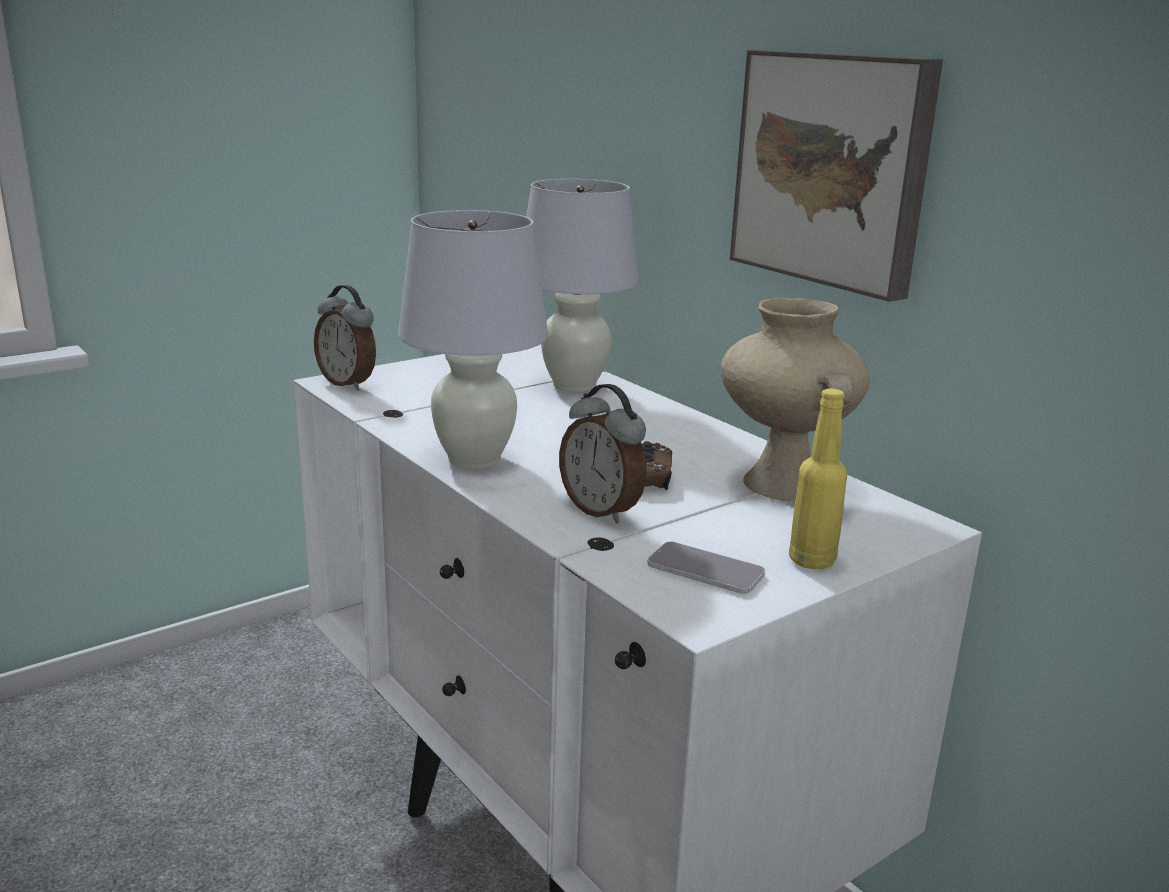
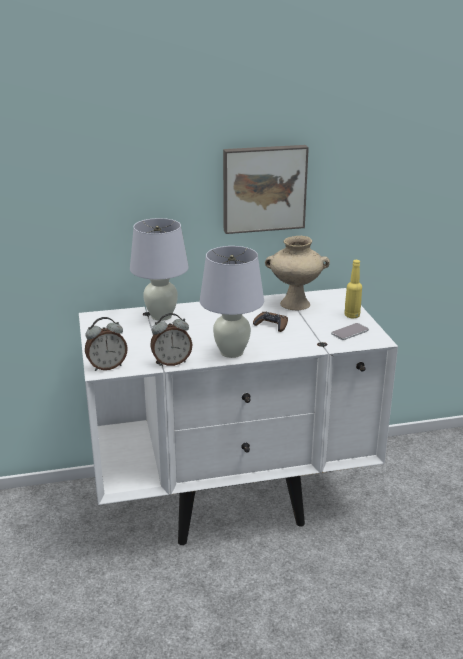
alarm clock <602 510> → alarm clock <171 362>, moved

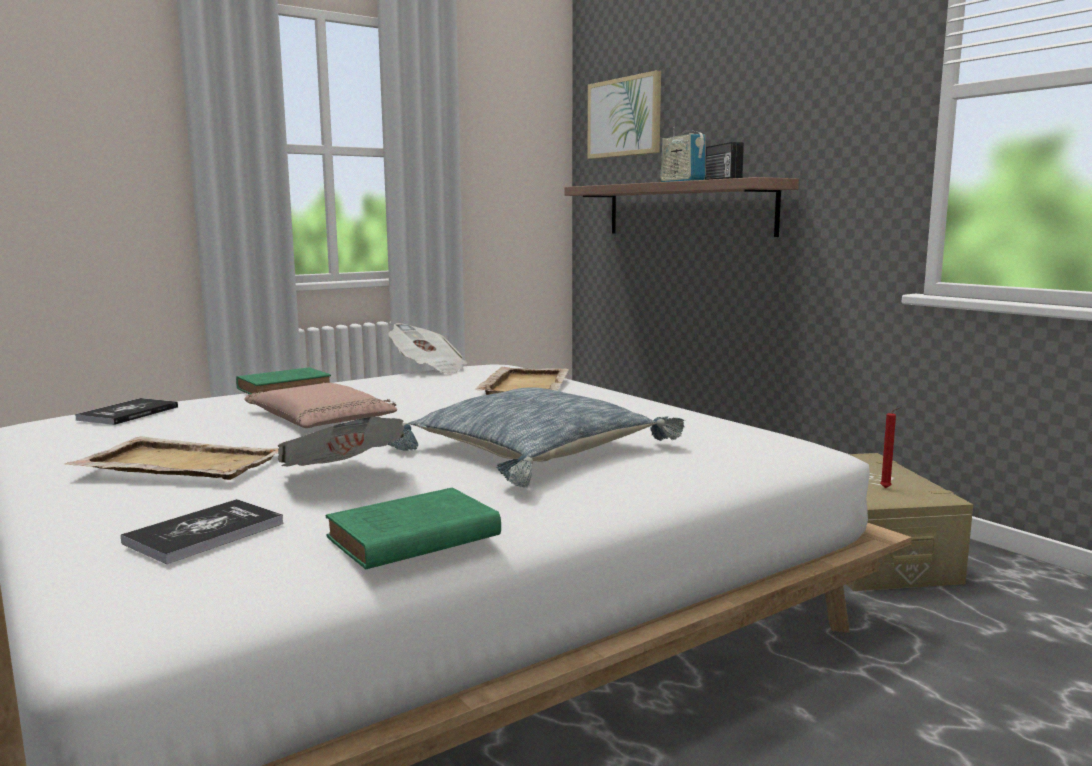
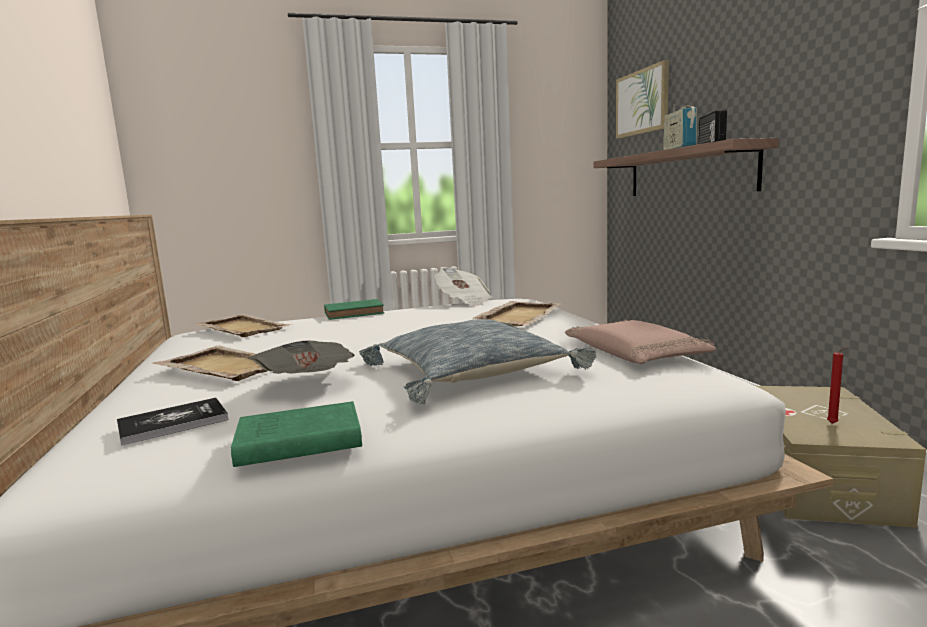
pillow/beige <319 416> → pillow/beige <634 351>, moved
book <128 413> → tray/beige <242 328>

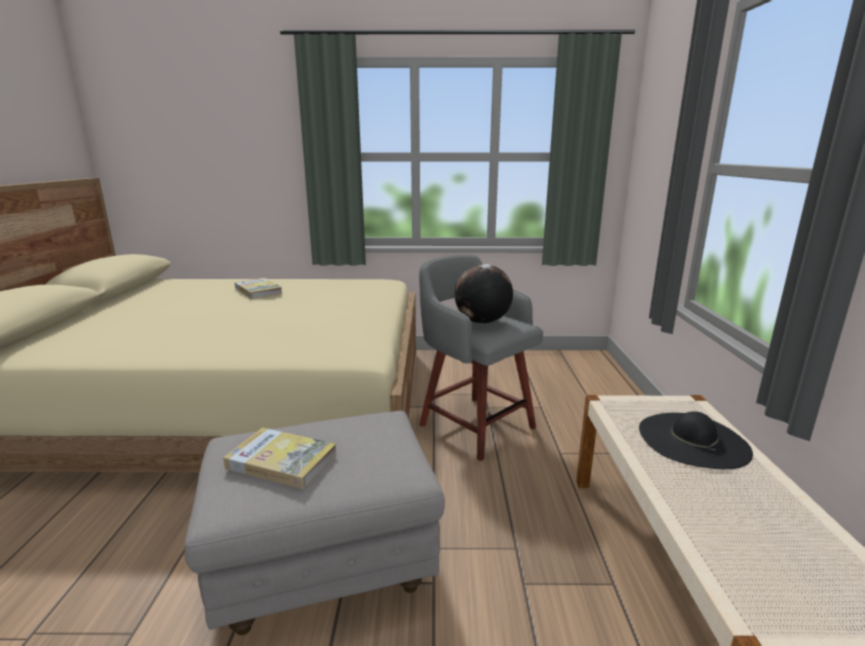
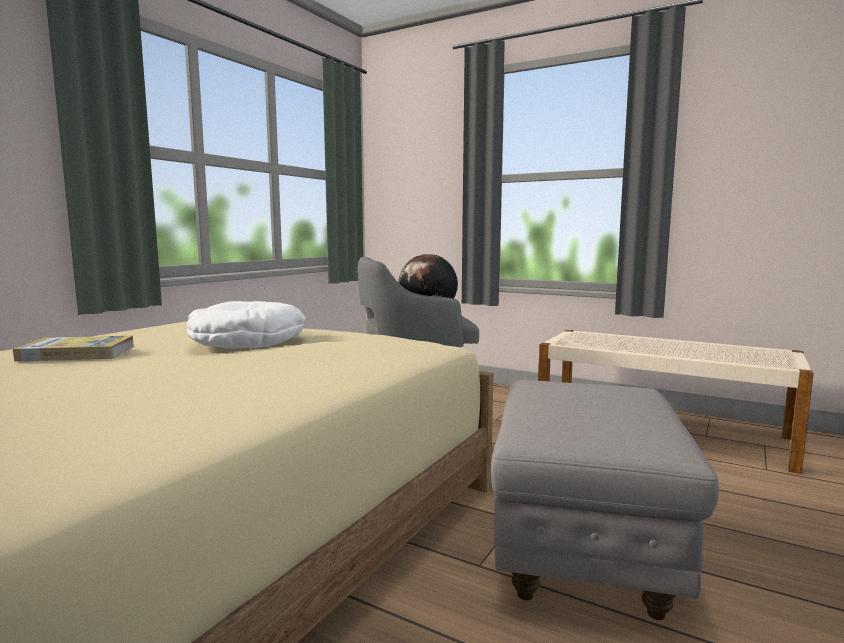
hat/black <692 440> → -
book <281 461> → -
- → pillow/white <245 343>

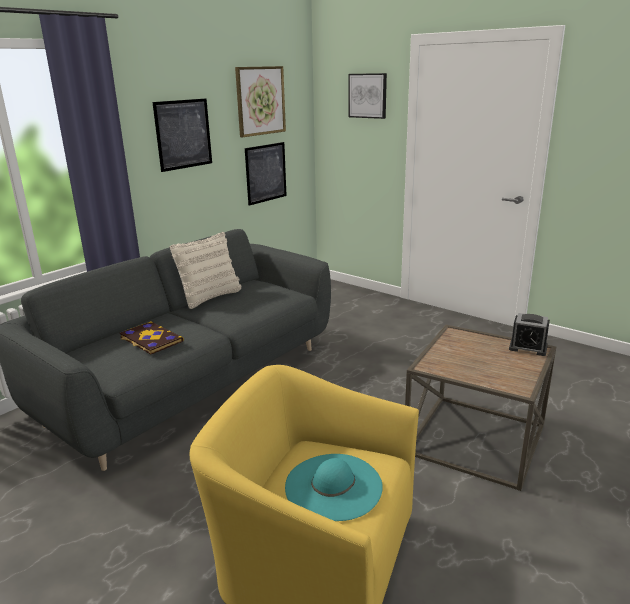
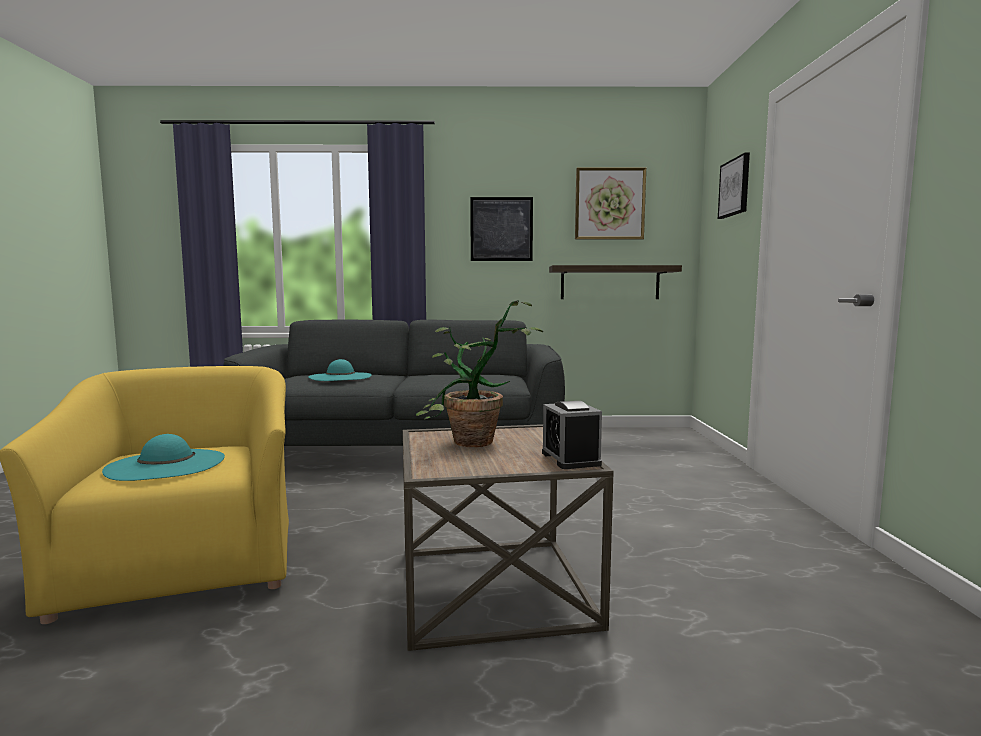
picture <266 173> → shelf <610 282>
pillow/beige <210 297> → -
book <150 340> → hat/turquoise <340 377>
- → potted plant <473 445>

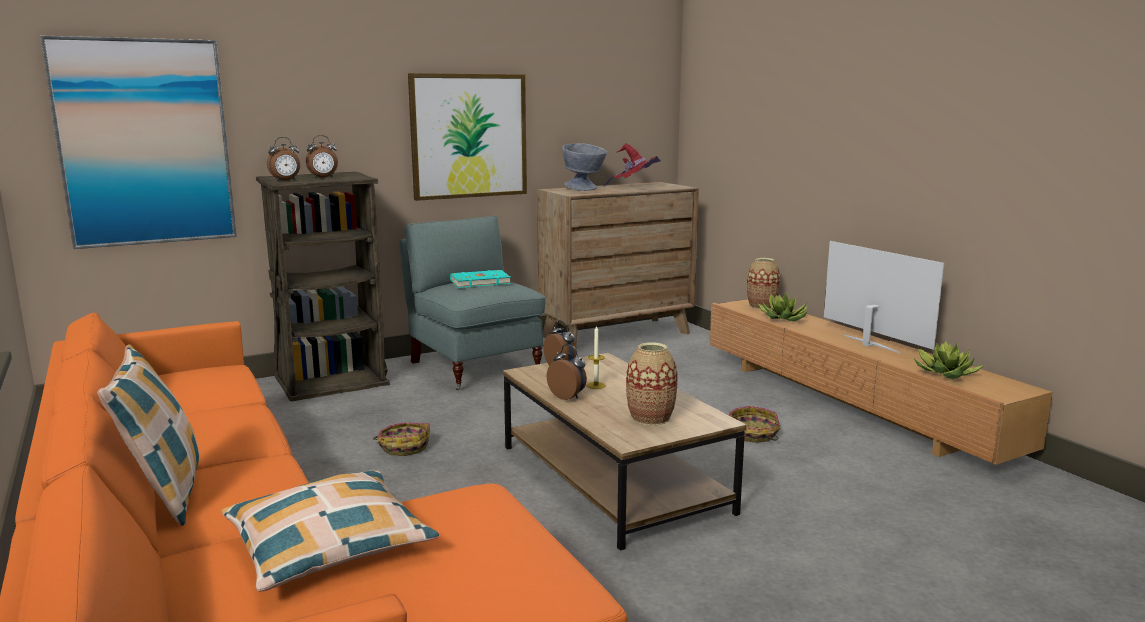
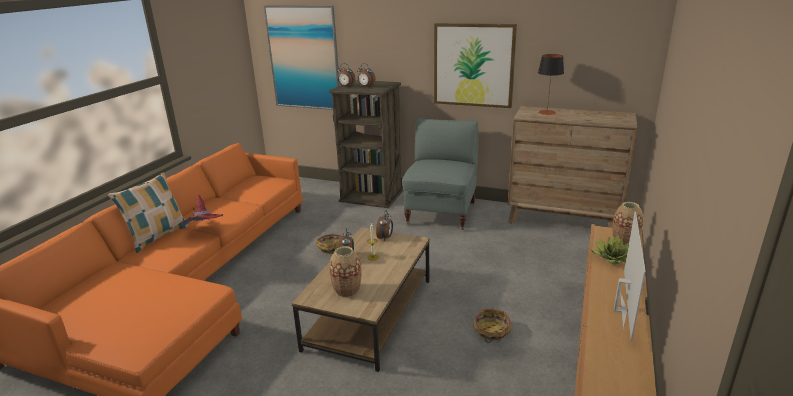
bowl/grey <584 189> → table lamp <547 112>
hat/red <634 187> → hat/red <205 231>, moved
book/turquoise <479 281> → -
potted plant <945 374> → -
pillow <328 544> → -

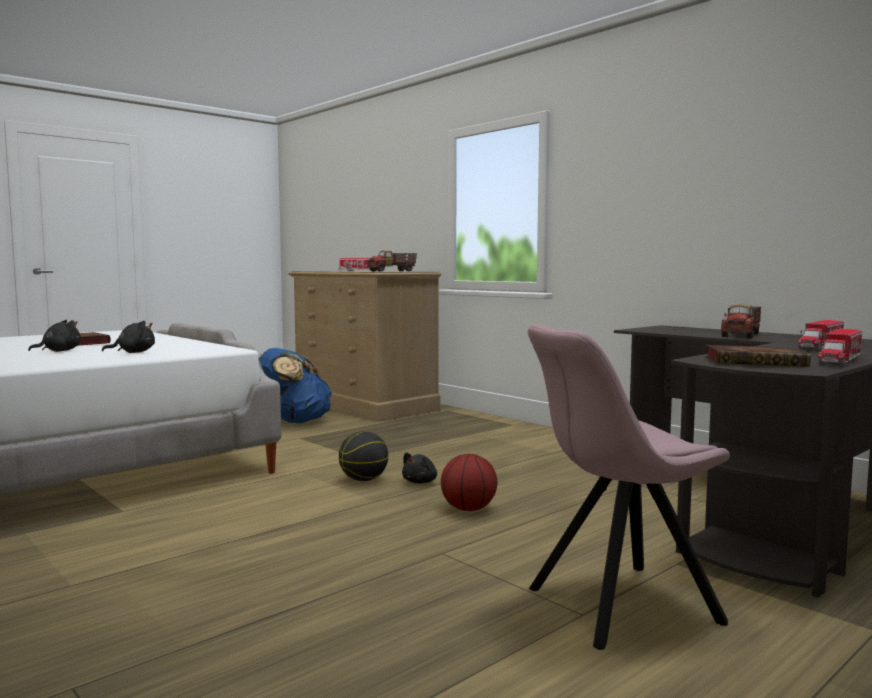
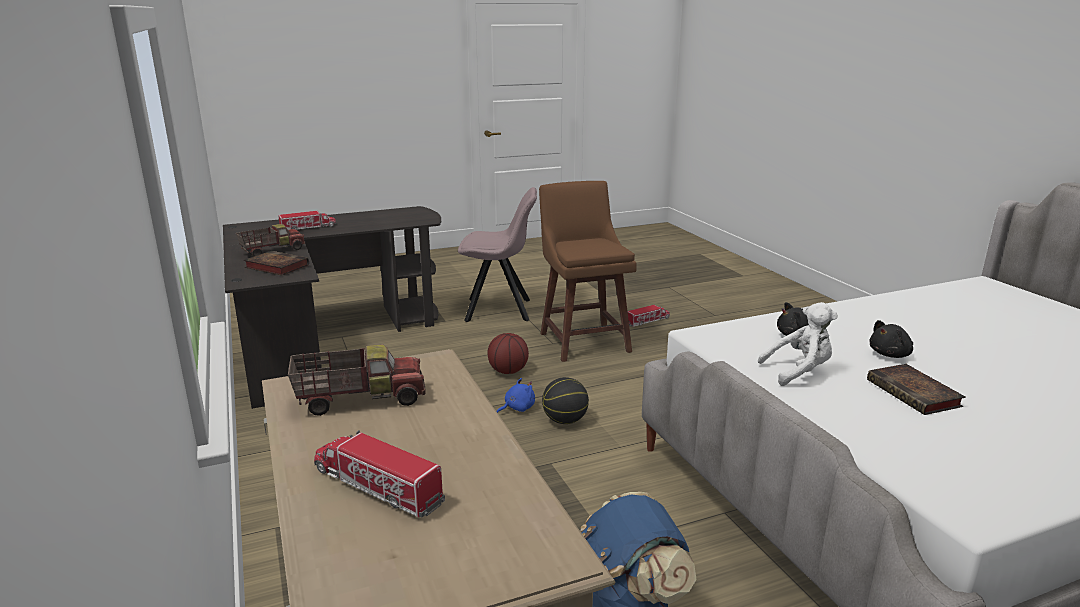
toy truck <839 360> → toy truck <647 321>, moved
book <757 362> → book <275 266>, moved
plush toy/black <421 482> → plush toy/blue <517 408>
- → stool/brown <583 340>
- → plush toy/white <799 372>

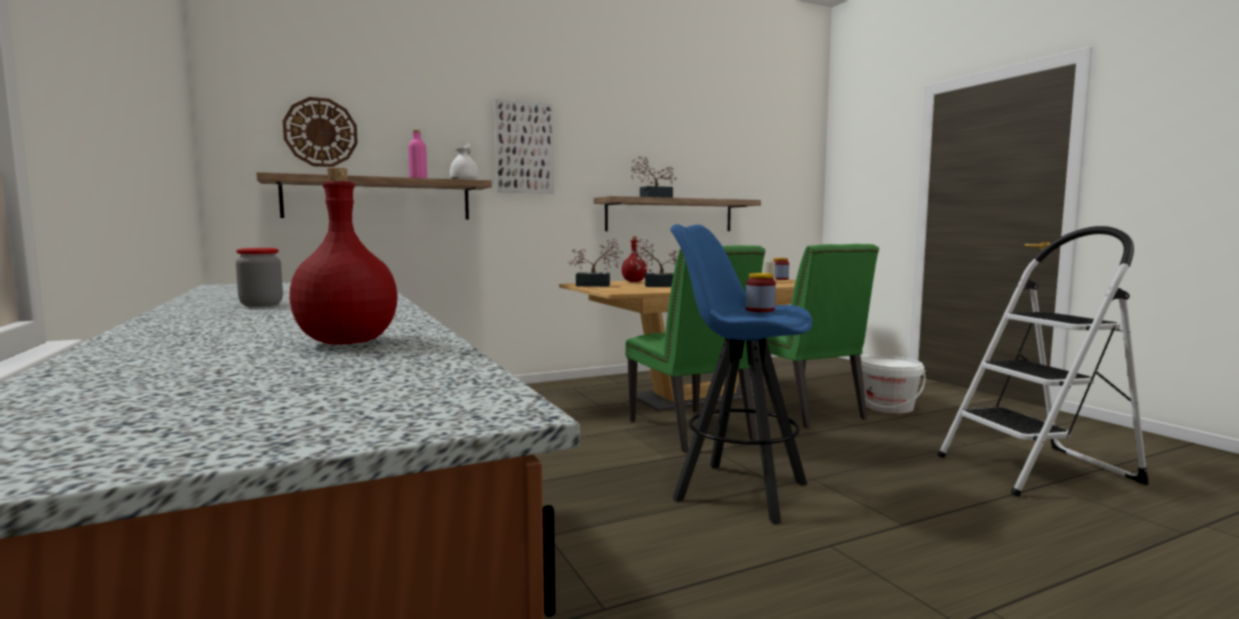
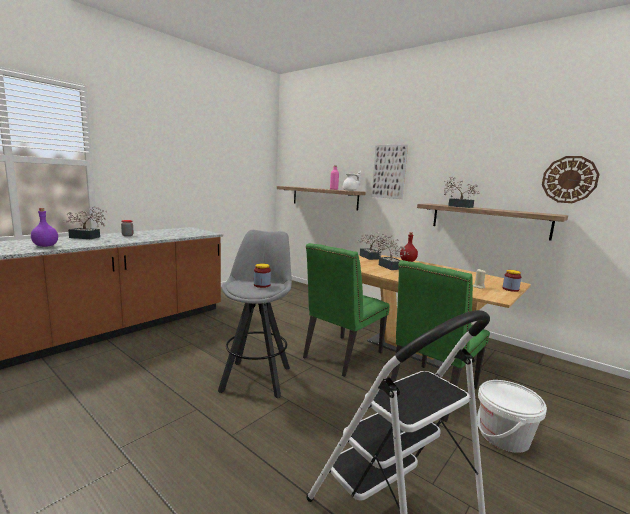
wall clock <321 132> → wall clock <569 179>, moved
bottle/red <345 342> → bottle/purple <45 246>
stool/blue <737 490> → stool/grey <257 377>
- → potted plant <87 237>

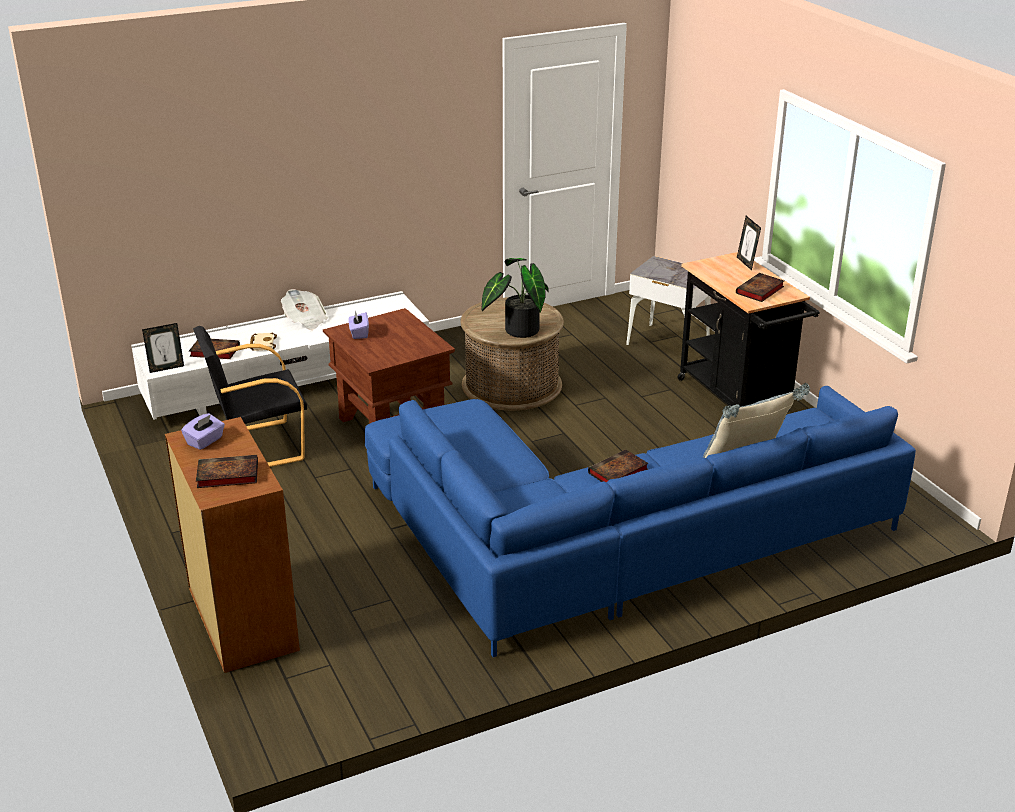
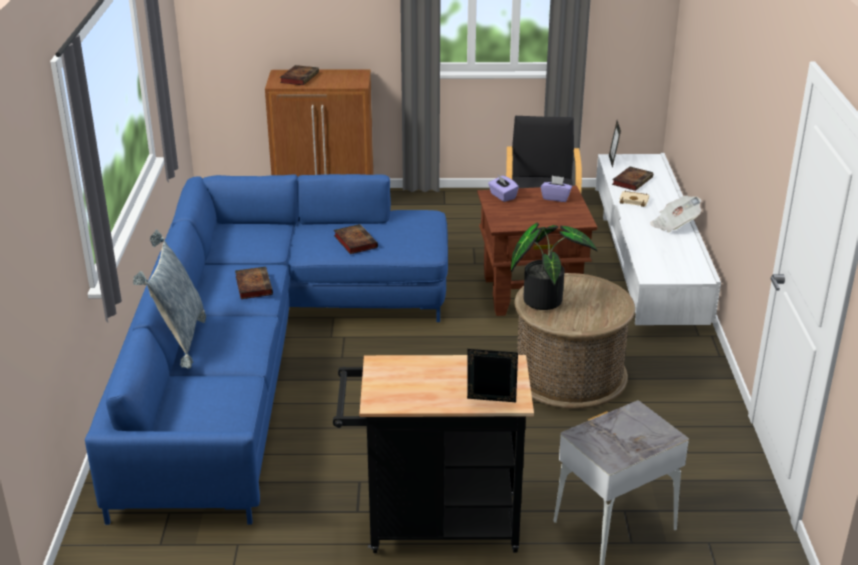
book <759 291> → book <354 241>, moved
tissue box/purple <205 441> → tissue box/purple <502 196>, moved

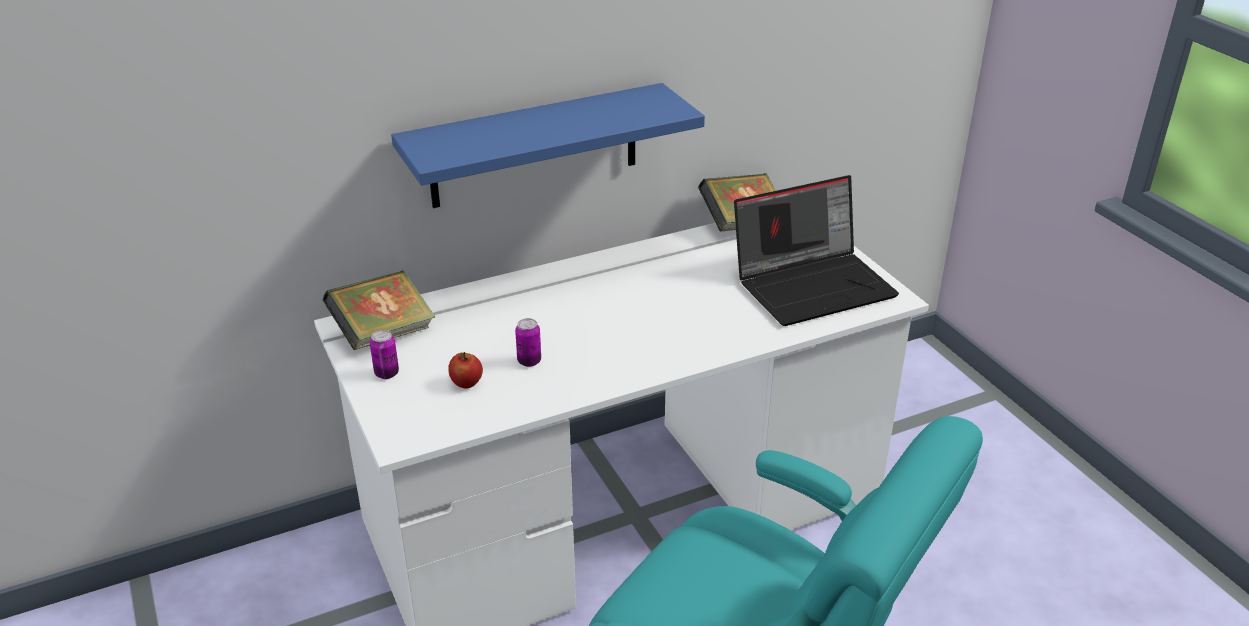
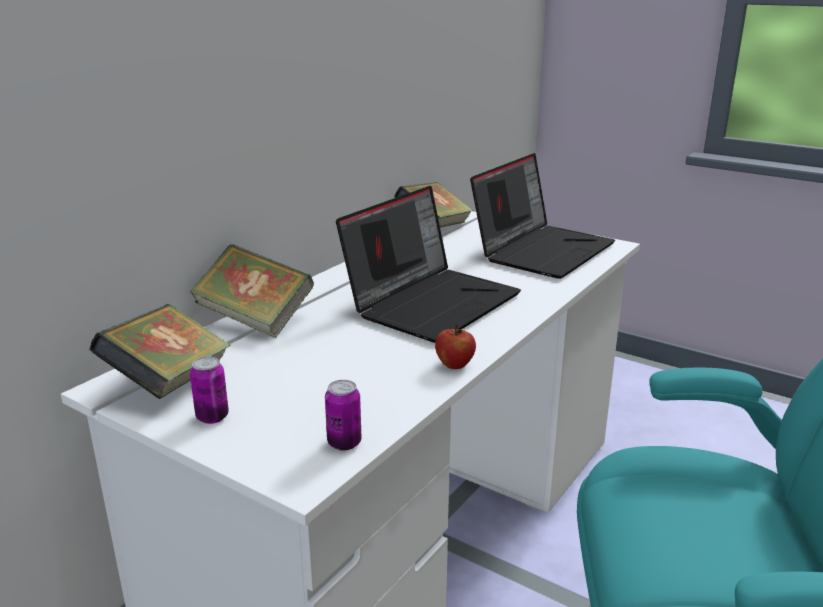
shelf/blue <534 146> → -
can <529 361> → can <344 443>, moved
apple <466 384> → apple <455 365>, moved
- → laptop <432 302>
- → book <255 319>

